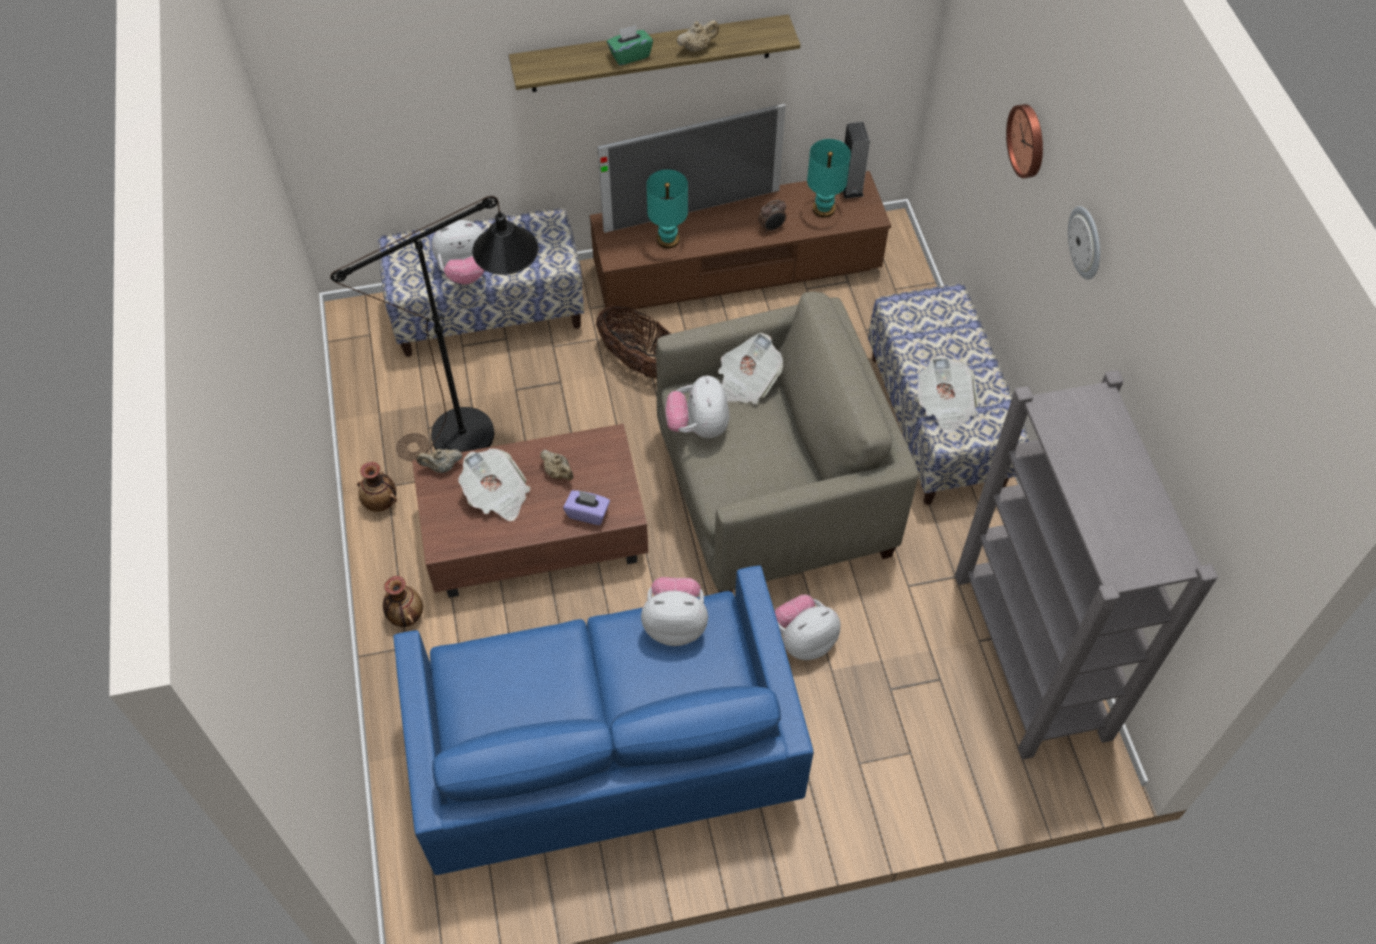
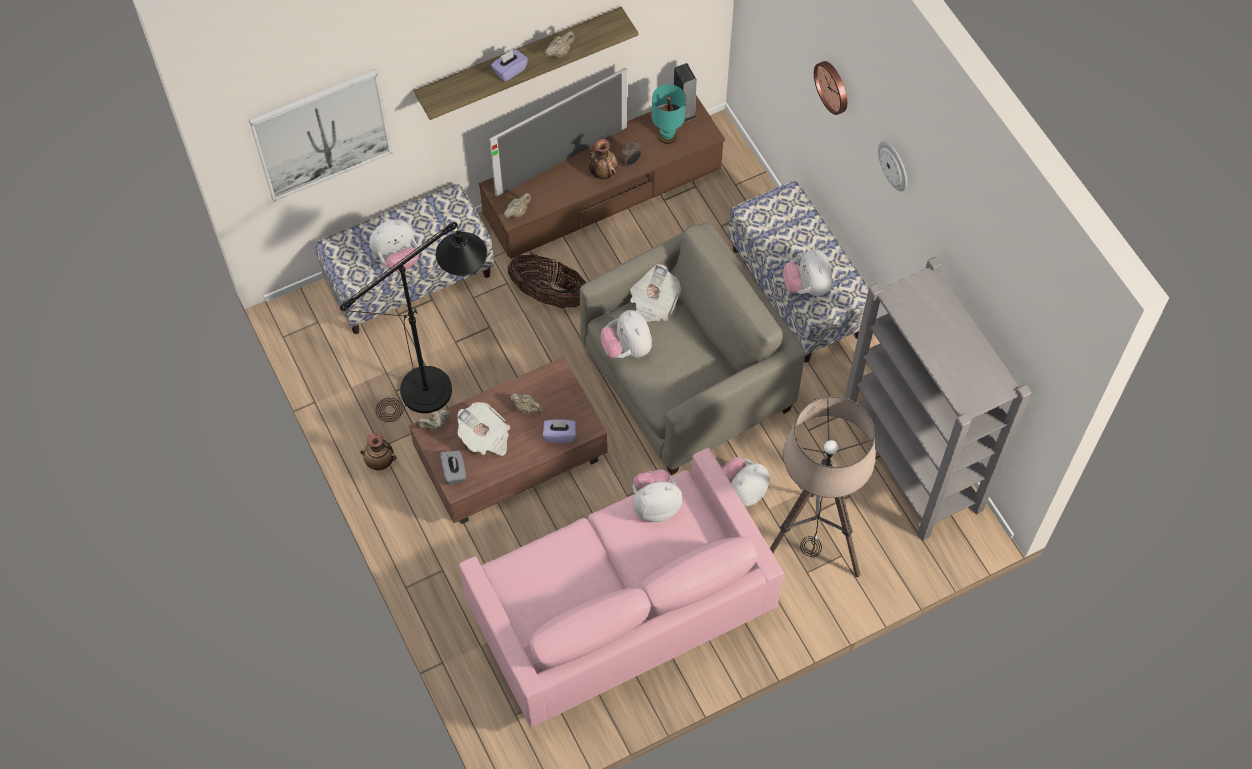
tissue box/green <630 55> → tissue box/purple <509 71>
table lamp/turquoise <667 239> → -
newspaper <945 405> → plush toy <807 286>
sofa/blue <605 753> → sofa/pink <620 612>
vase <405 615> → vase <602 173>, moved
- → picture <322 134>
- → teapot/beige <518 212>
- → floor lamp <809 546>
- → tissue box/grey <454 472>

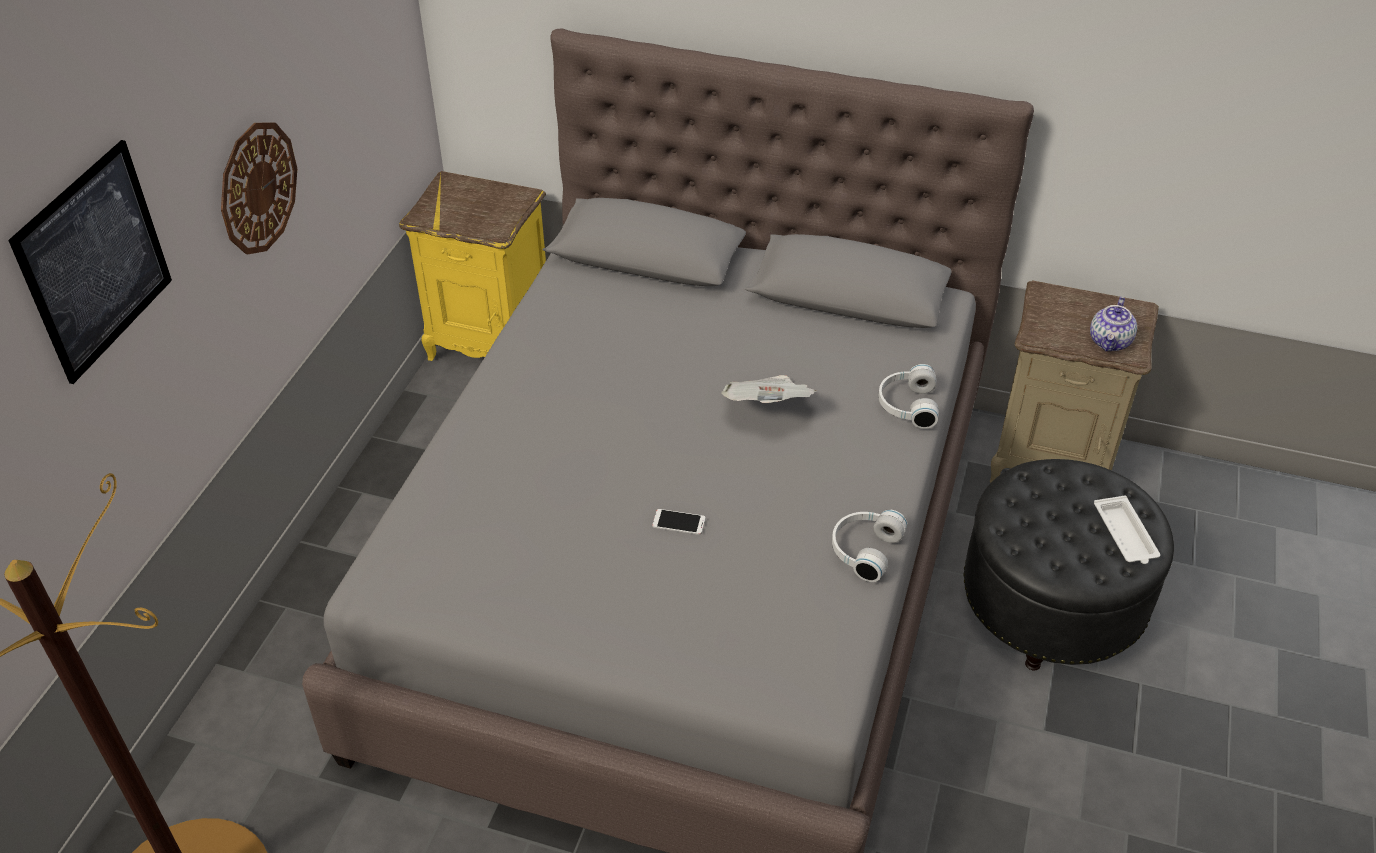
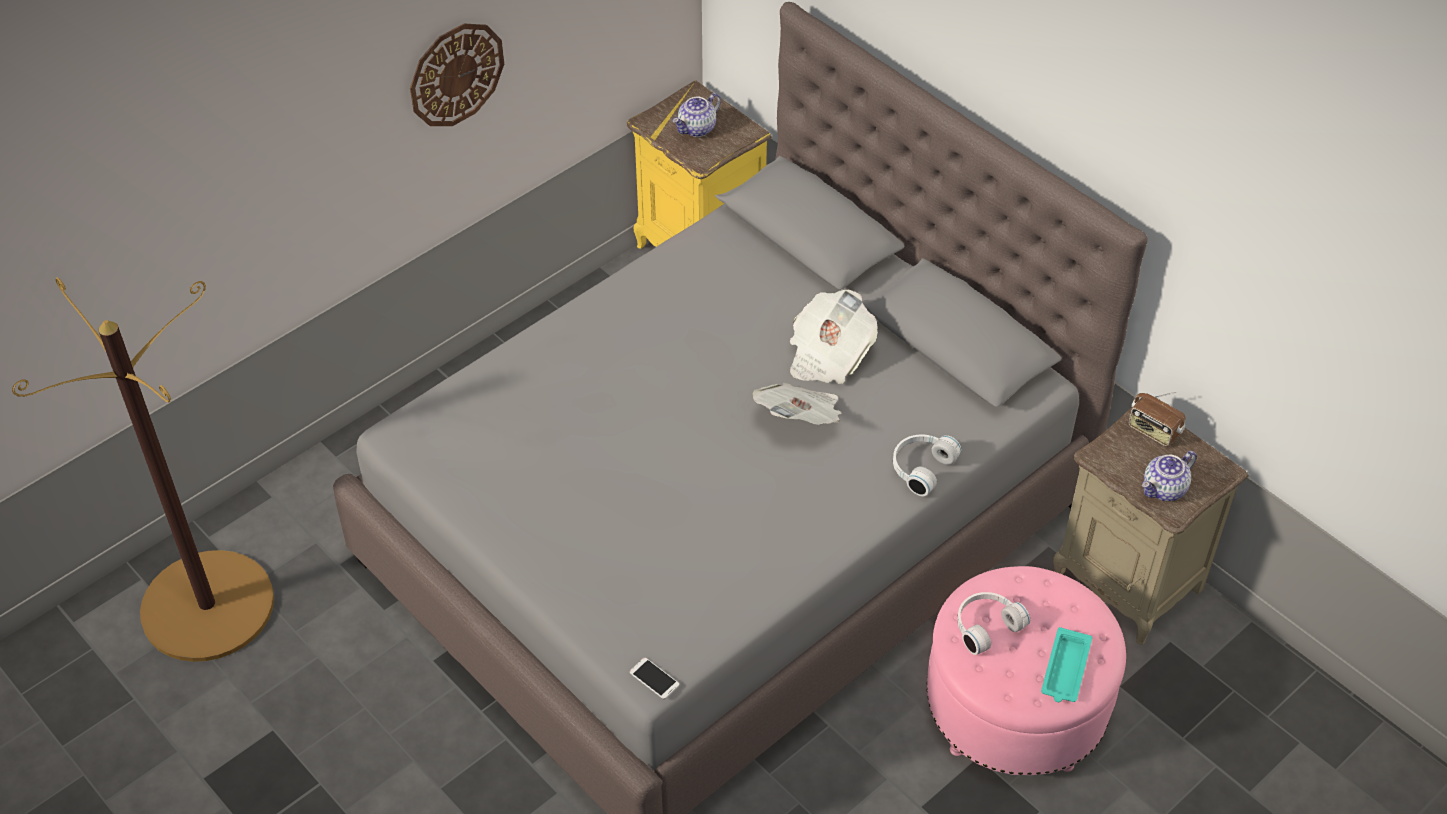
picture <95 261> → -
ottoman/black <1050 607> → ottoman/pink <1014 710>
tray/white <1125 535> → tray/turquoise <1065 670>
phone <679 522> → phone <654 678>, moved
headphones/white <863 549> → headphones/white <985 625>, moved
- → teapot <697 129>
- → newspaper <828 355>
- → radio <1153 431>

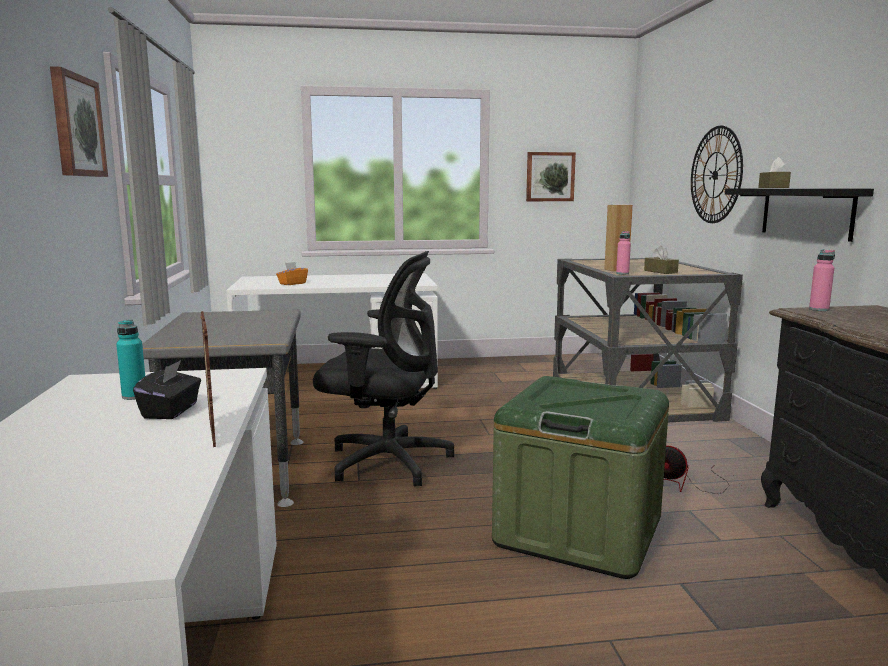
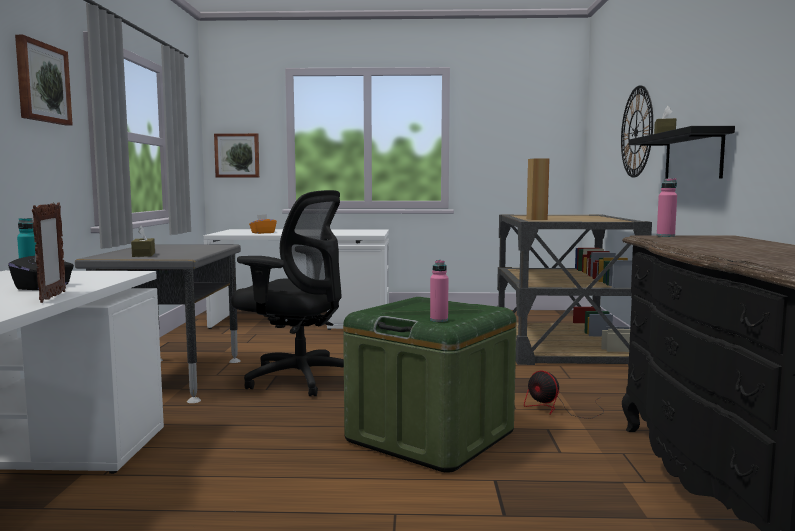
picture <550 176> → picture <237 155>, moved
bottle/pink <622 273> → bottle/pink <439 320>, moved
tissue box/brown <660 272> → tissue box/brown <143 254>, moved

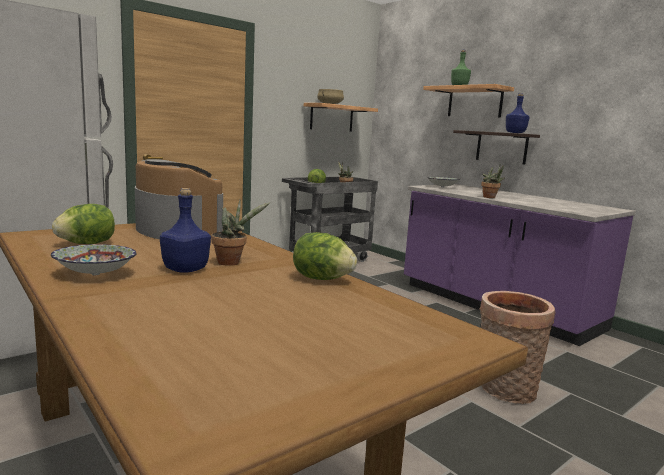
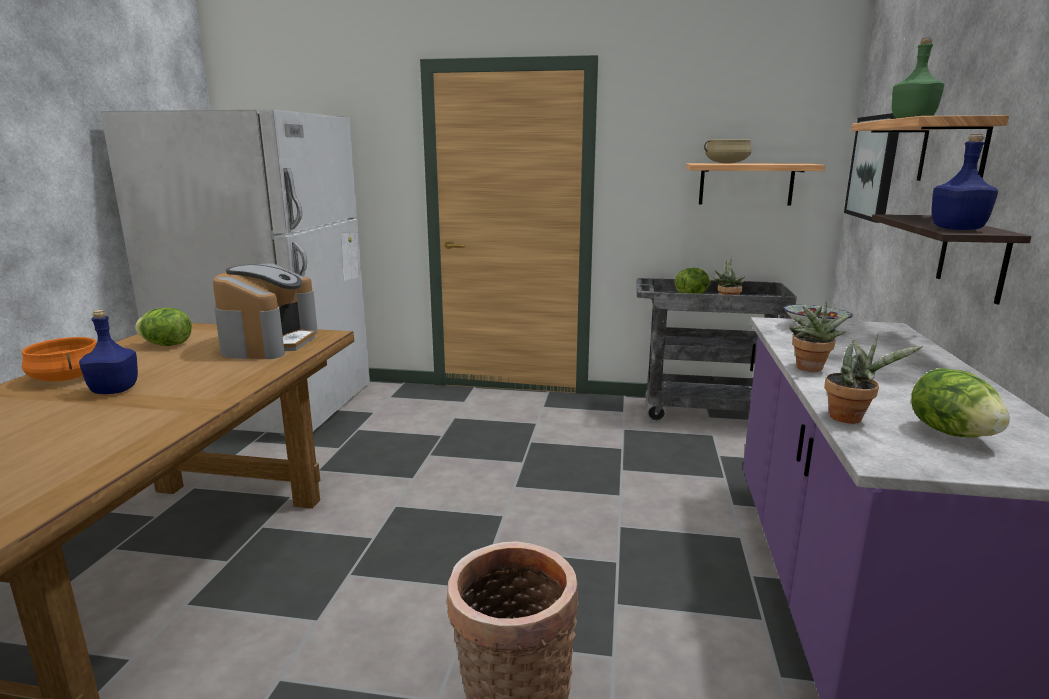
potted plant <232 262> → potted plant <851 418>, moved
lettuce <322 279> → lettuce <951 433>, moved
bowl <96 274> → cooking pot/orange <67 377>
- → picture <874 167>

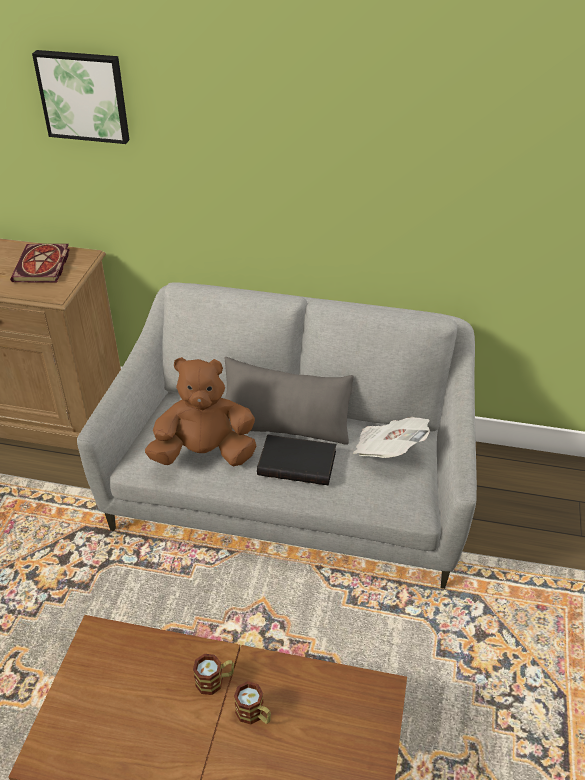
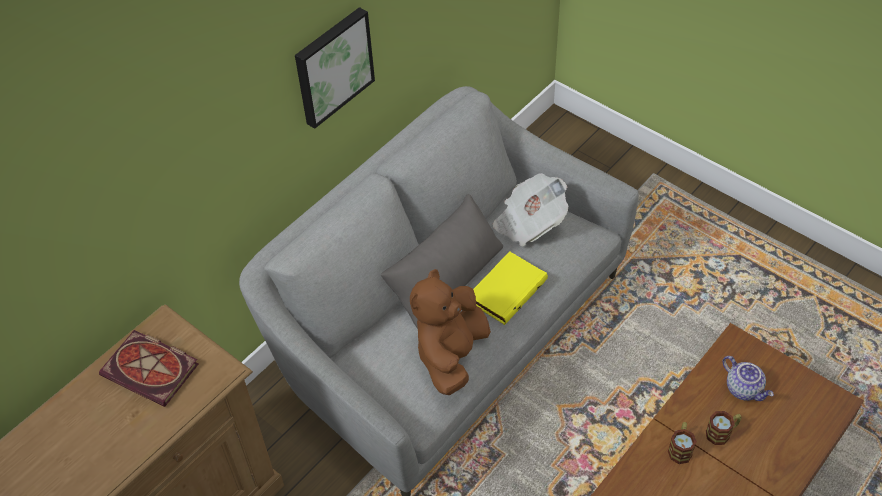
picture <84 96> → picture <332 66>, moved
book/black <298 462> → book/yellow <506 289>
- → teapot <744 388>

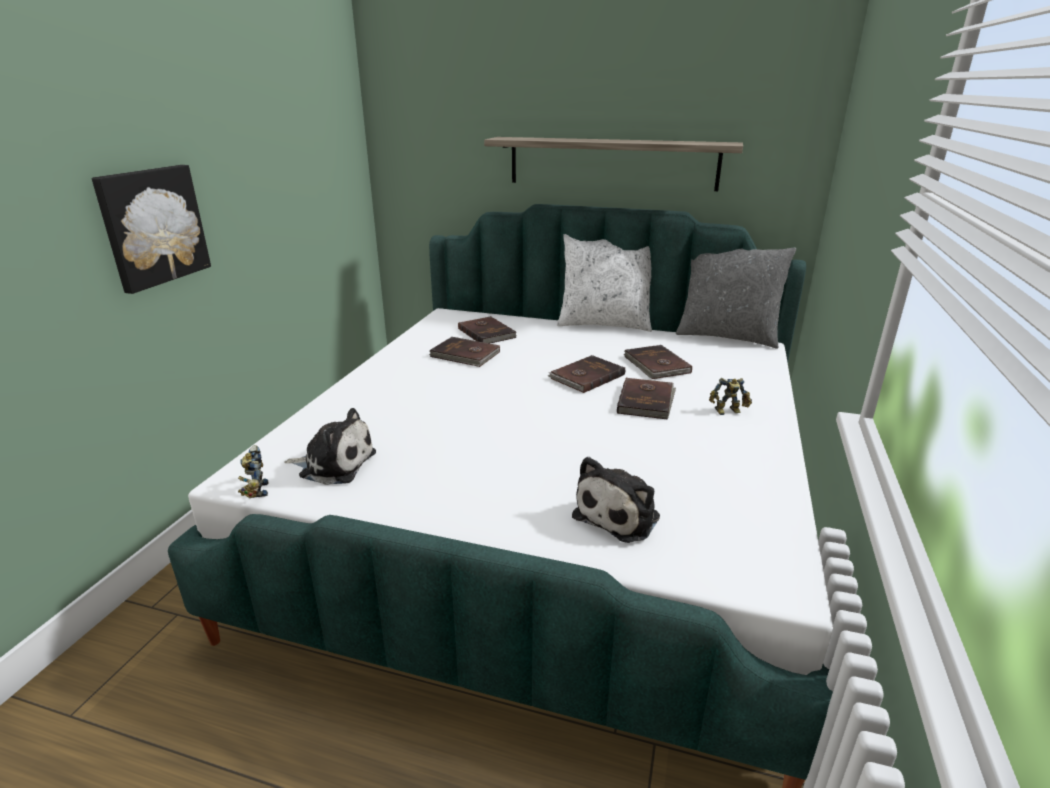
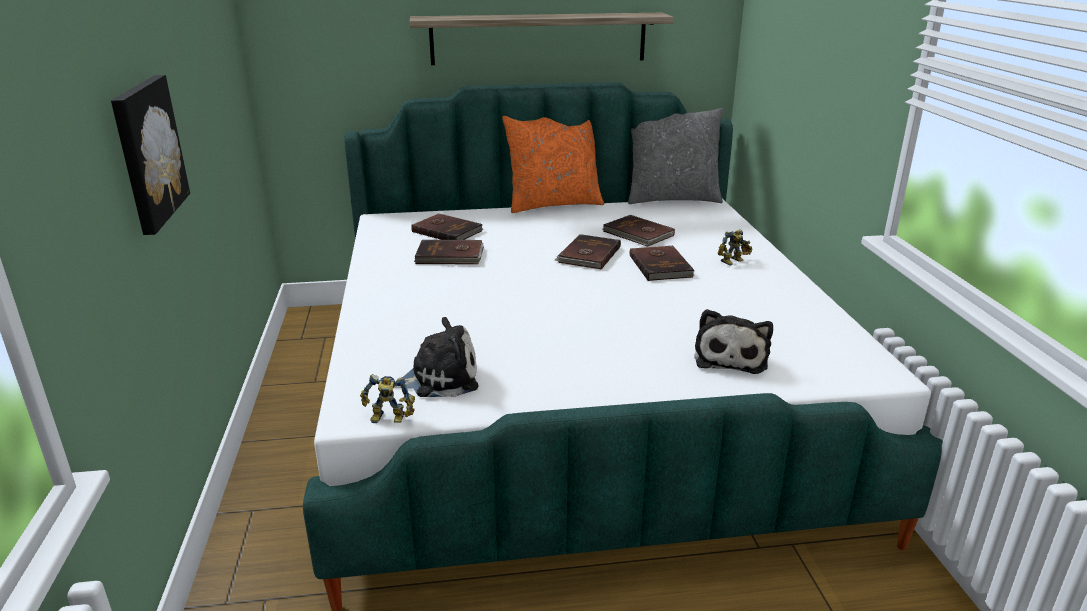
pillow/white <604 324> → pillow/orange <553 204>
toy robot <255 491> → toy robot <388 419>, 45 degrees counterclockwise

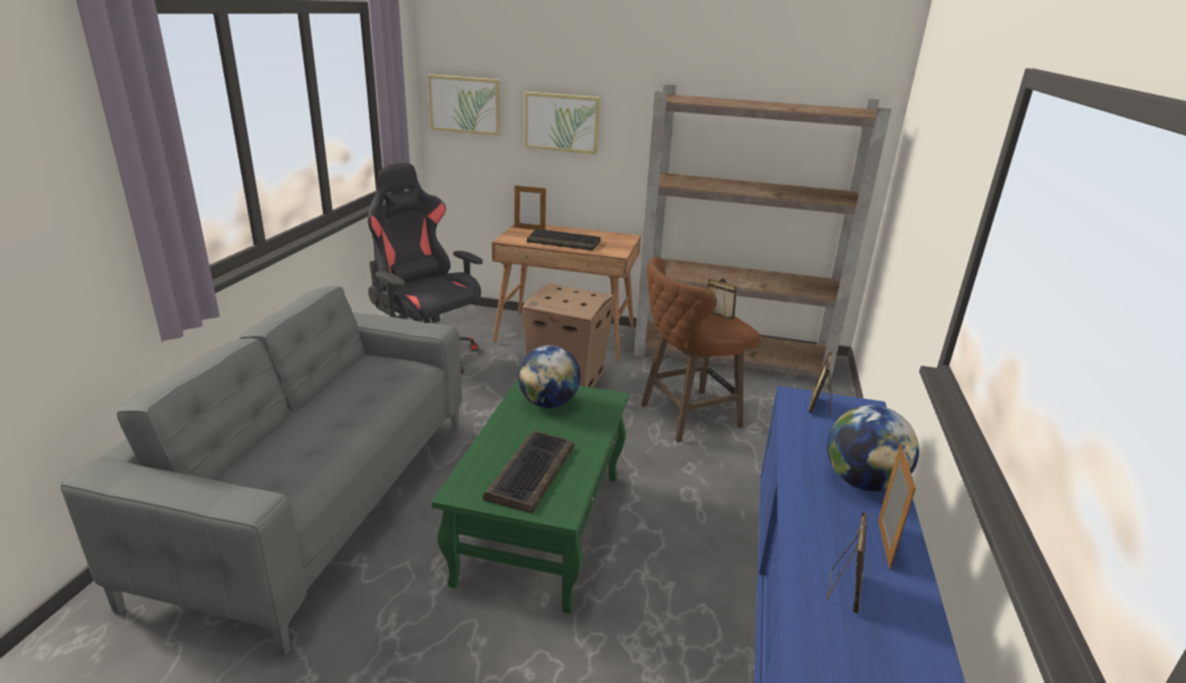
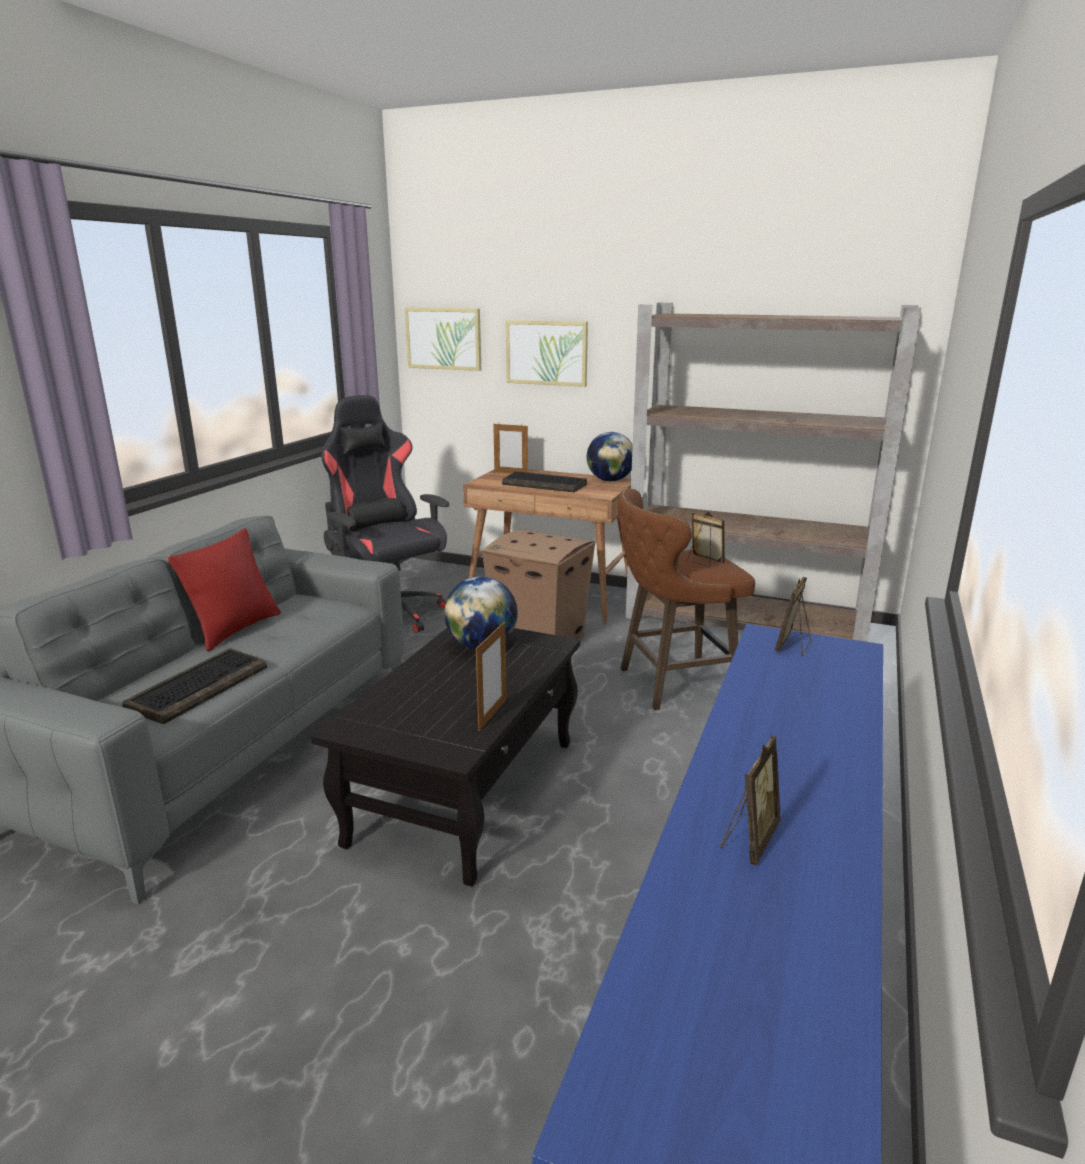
coffee table/green <542 525> → coffee table/black <466 789>
globe <862 482> → globe <610 480>, moved
keyboard <530 471> → keyboard <199 687>, moved
picture frame <883 544> → picture frame <492 714>, moved
- → pillow/red <235 629>

